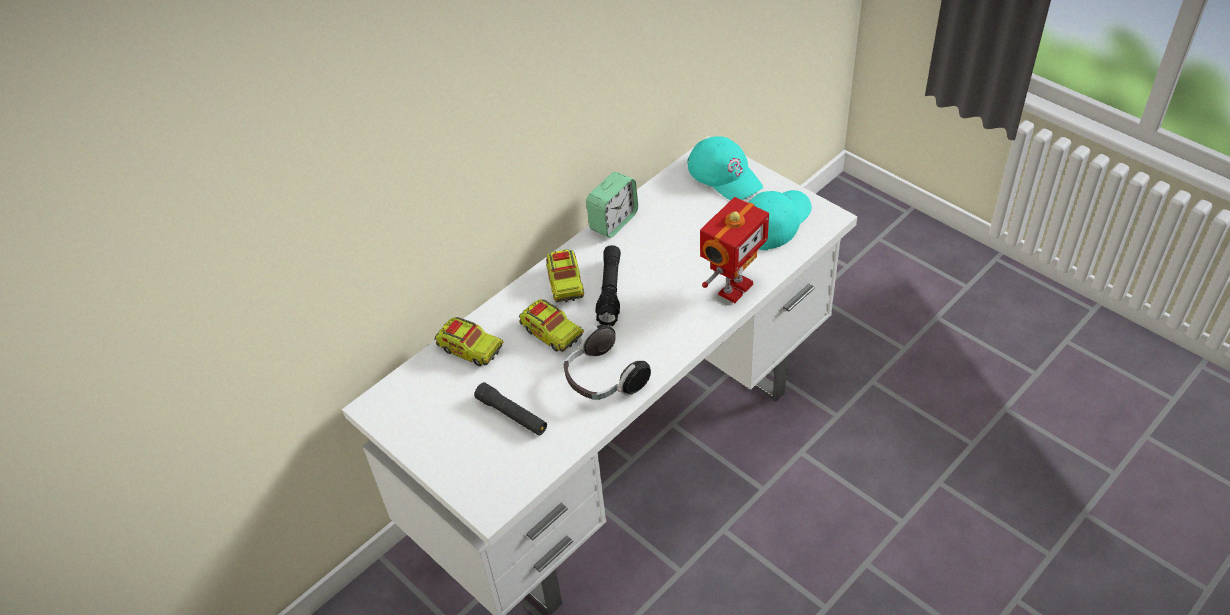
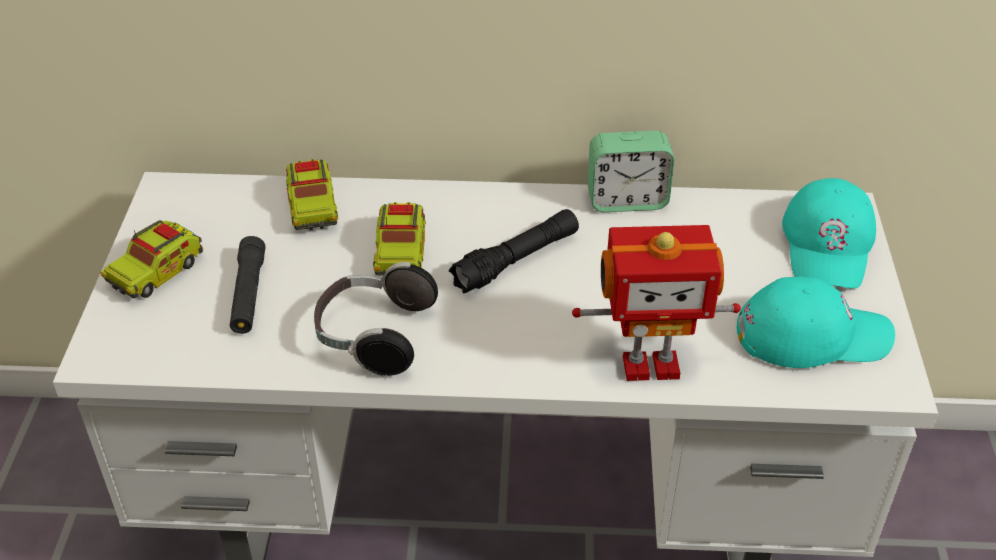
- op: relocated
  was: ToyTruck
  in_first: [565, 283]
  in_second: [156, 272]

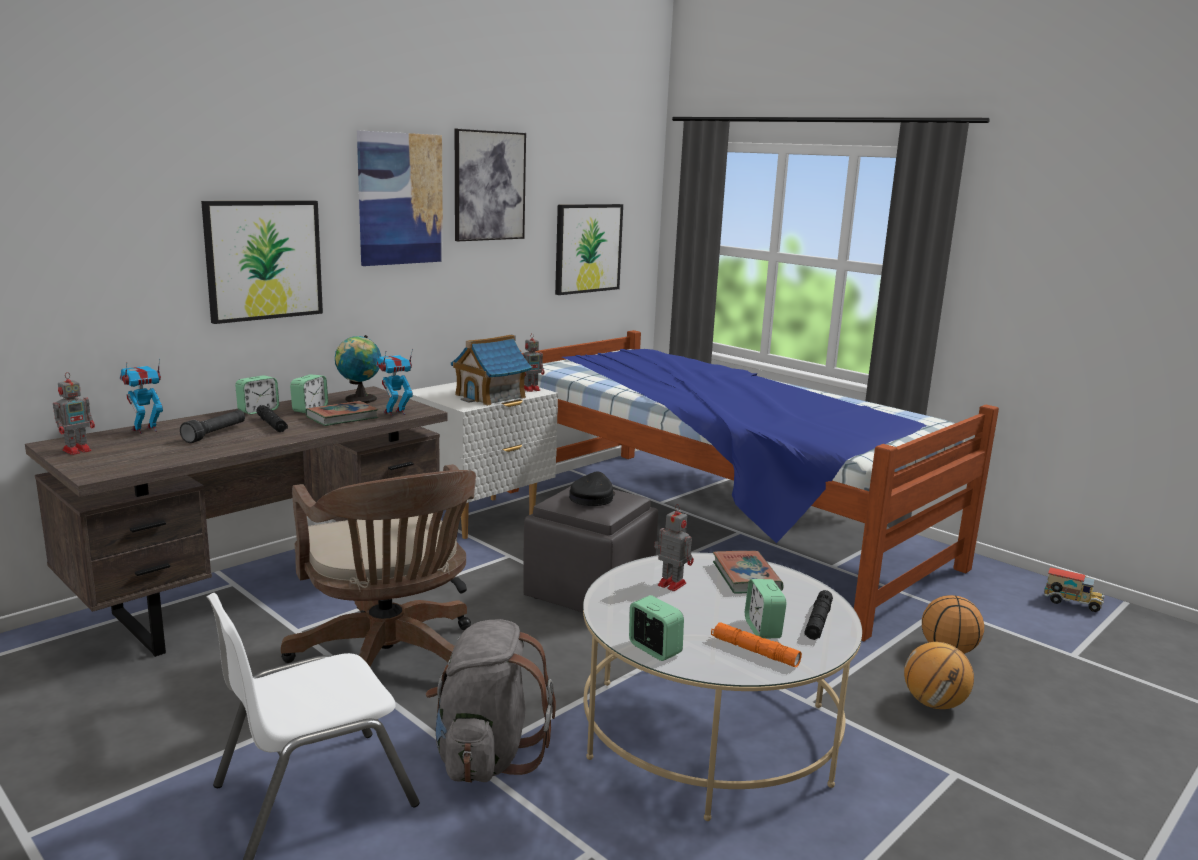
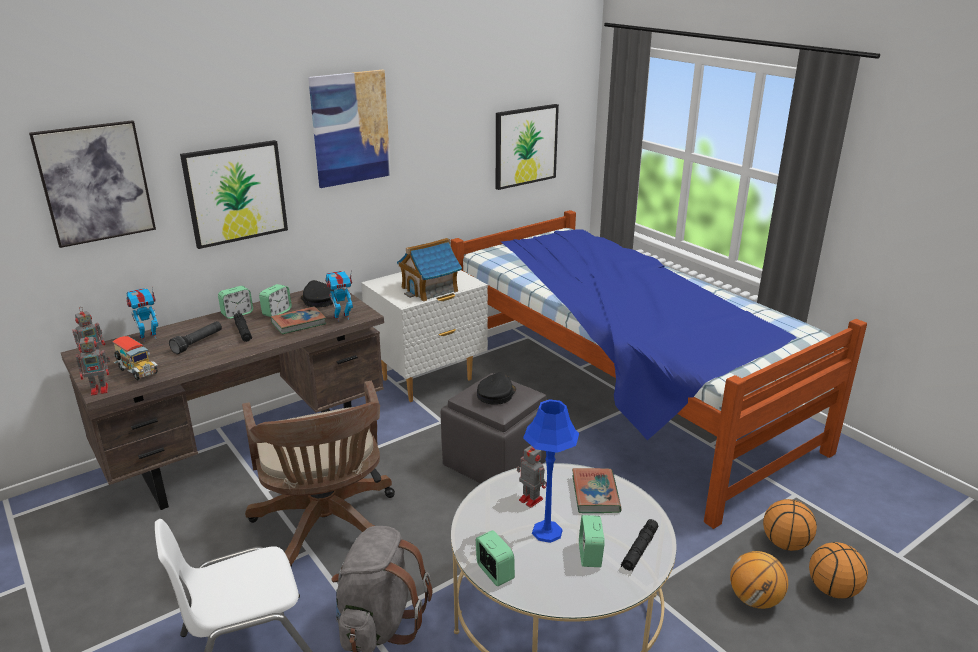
- op: exchanged
  was: Globe
  now: BlackCap
  in_first: [359, 399]
  in_second: [318, 300]
- op: relocated
  was: Picture
  in_first: [489, 186]
  in_second: [95, 183]
- op: relocated
  was: ToyRobot
  in_first: [531, 389]
  in_second: [100, 389]
- op: missing
  was: OrangeFlashlight
  in_first: [754, 651]
- op: relocated
  was: ToyTruck
  in_first: [1072, 604]
  in_second: [137, 371]
- op: appeared
  now: BlueTableLamp
  in_second: [547, 532]
- op: appeared
  now: Basketball
  in_second: [833, 590]

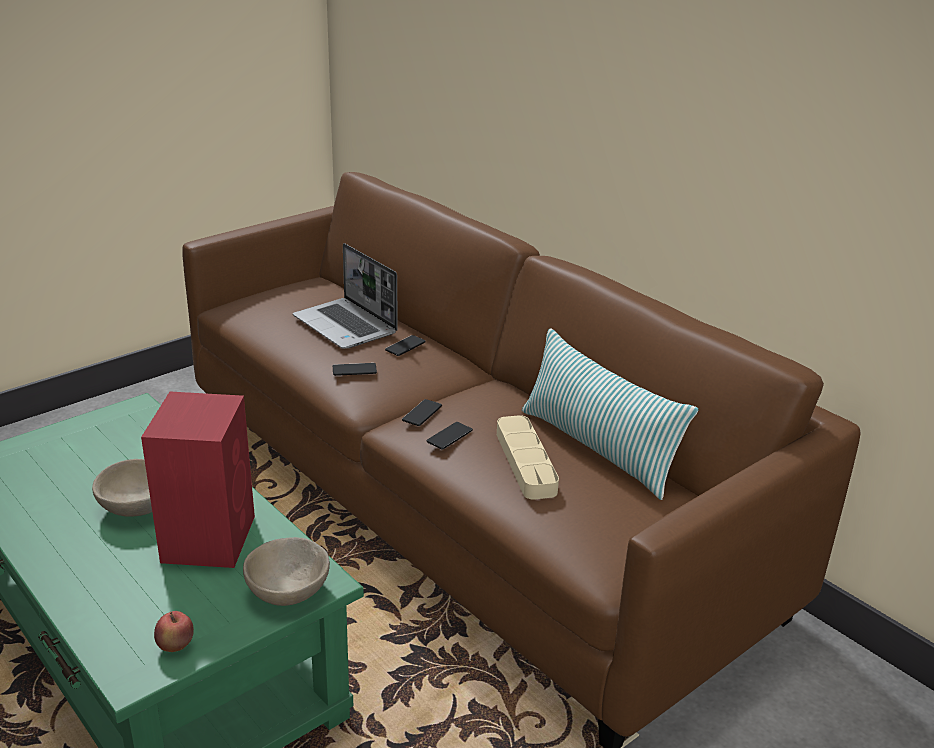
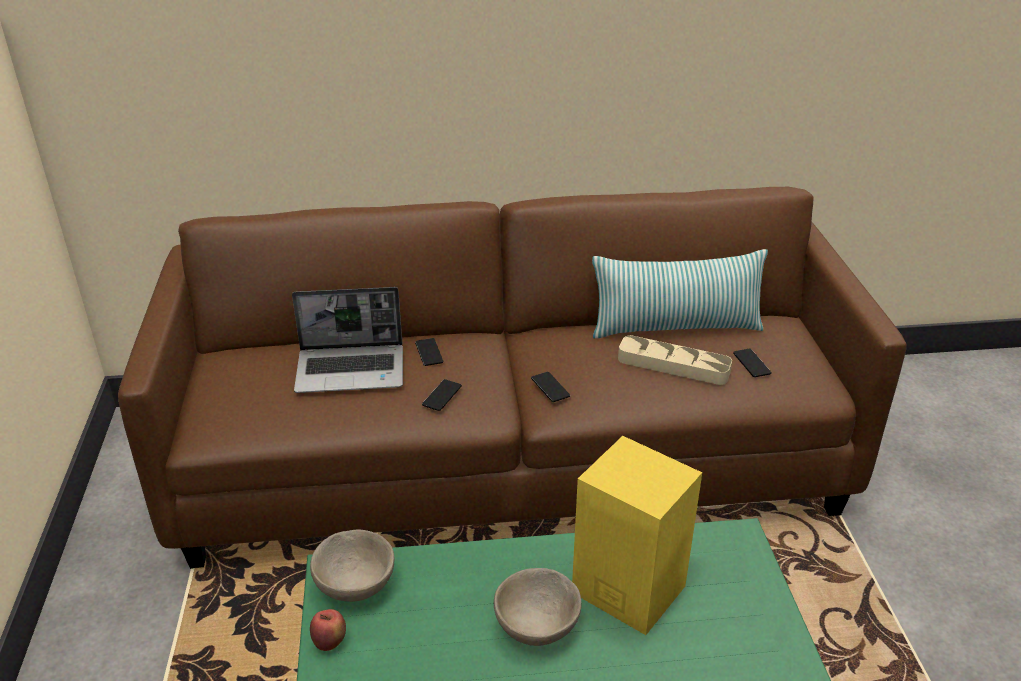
- op: colour
  was: RedSpeaker
  now: YellowSpeaker
  in_first: [209, 537]
  in_second: [626, 588]
- op: relocated
  was: Apple
  in_first: [176, 646]
  in_second: [330, 642]
- op: relocated
  was: BeigeBowl
  in_first: [288, 592]
  in_second: [356, 584]
- op: relocated
  was: Phone
  in_first: [449, 436]
  in_second: [751, 363]

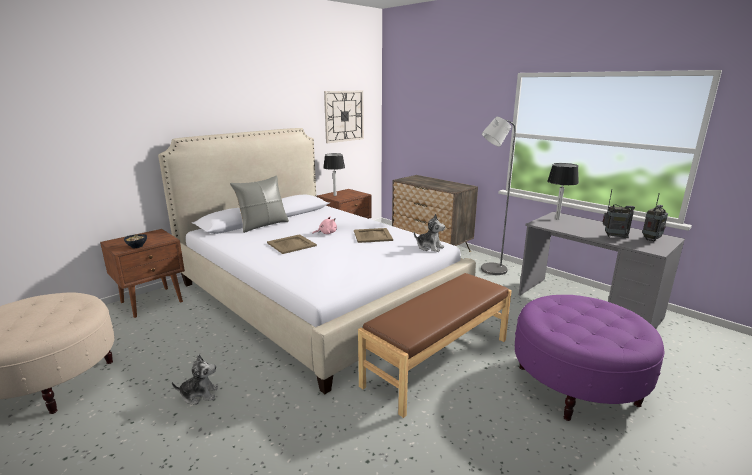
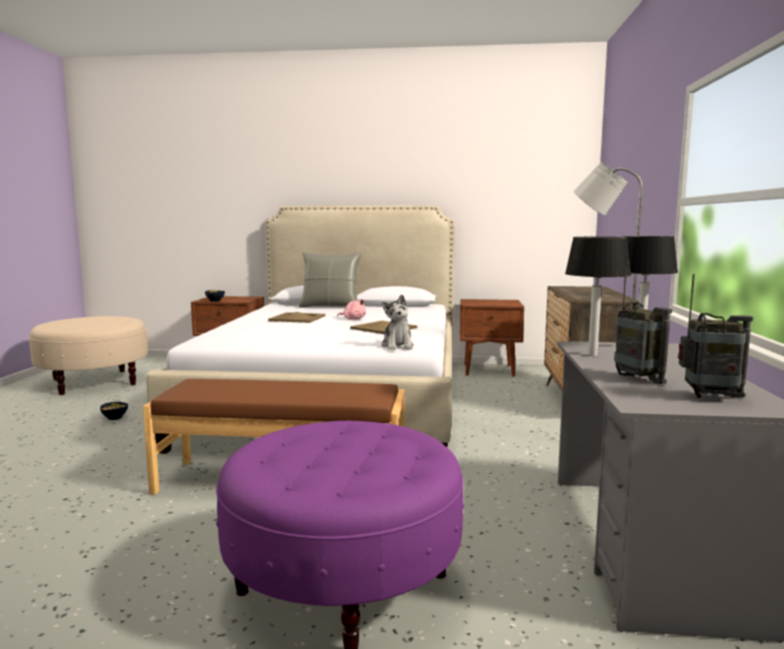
- op: exchanged
  was: PlushToy
  now: Bowl
  in_first: [199, 395]
  in_second: [115, 417]
- op: relocated
  was: TableLamp
  in_first: [335, 195]
  in_second: [593, 355]
- op: missing
  was: WallClock
  in_first: [344, 116]

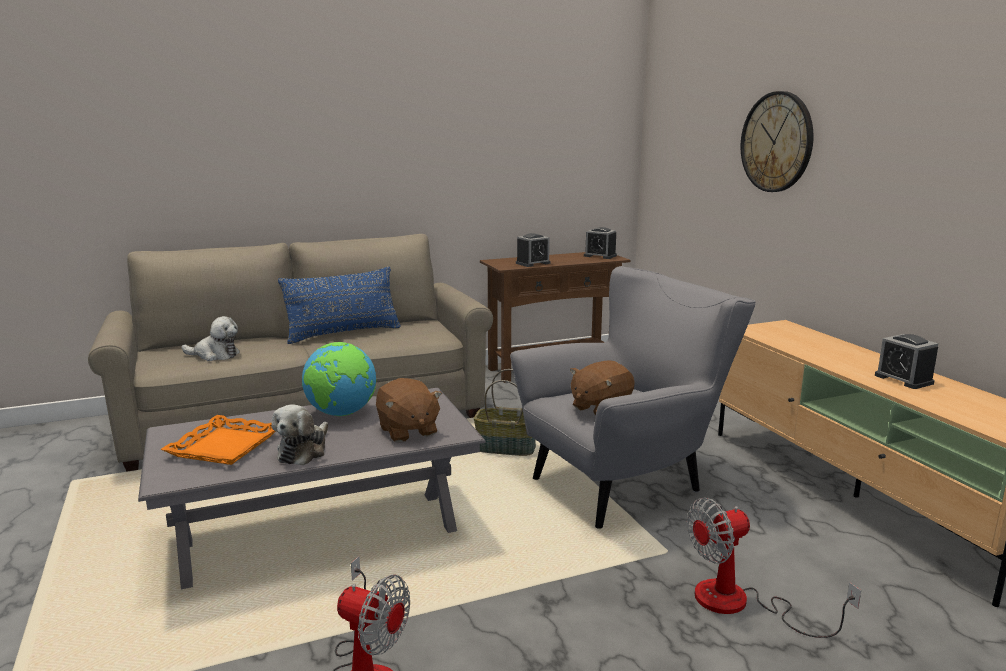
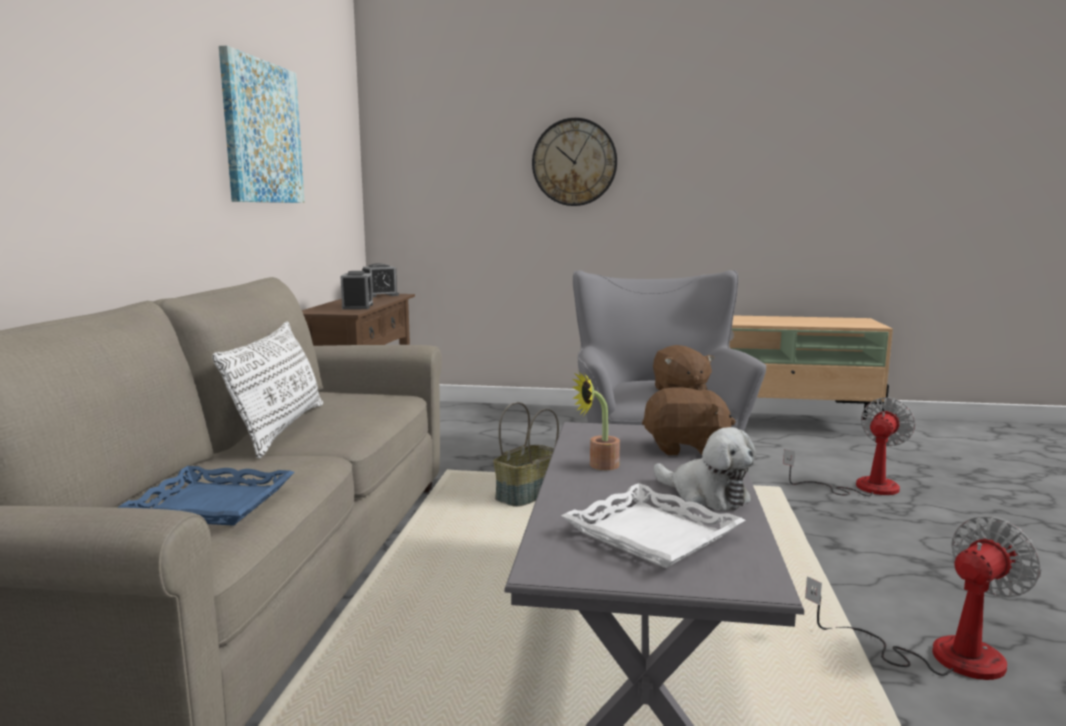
- op: colour
  was: OrangeTray
  now: WhiteTray
  in_first: [224, 446]
  in_second: [651, 535]
- op: exchanged
  was: PlushToy
  now: BlueTray
  in_first: [215, 355]
  in_second: [211, 505]
- op: colour
  was: BluePillow
  now: WhitePillow
  in_first: [343, 333]
  in_second: [280, 428]
- op: exchanged
  was: Globe
  now: PottedPlant
  in_first: [341, 413]
  in_second: [598, 466]
- op: spun
  was: Fan
  in_first: [740, 604]
  in_second: [861, 487]
  clockwise: -150
- op: missing
  was: AlarmClock
  in_first: [903, 379]
- op: appeared
  now: Picture
  in_second: [262, 132]

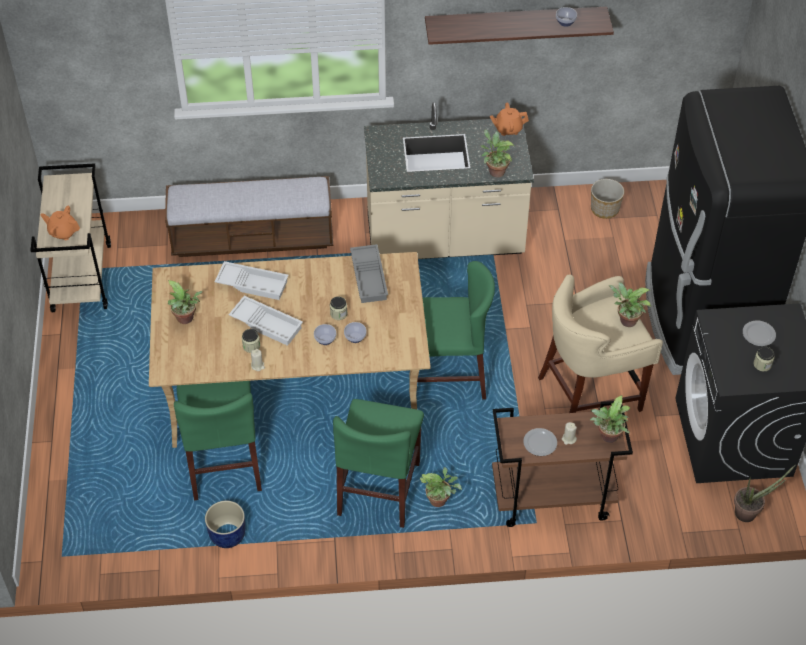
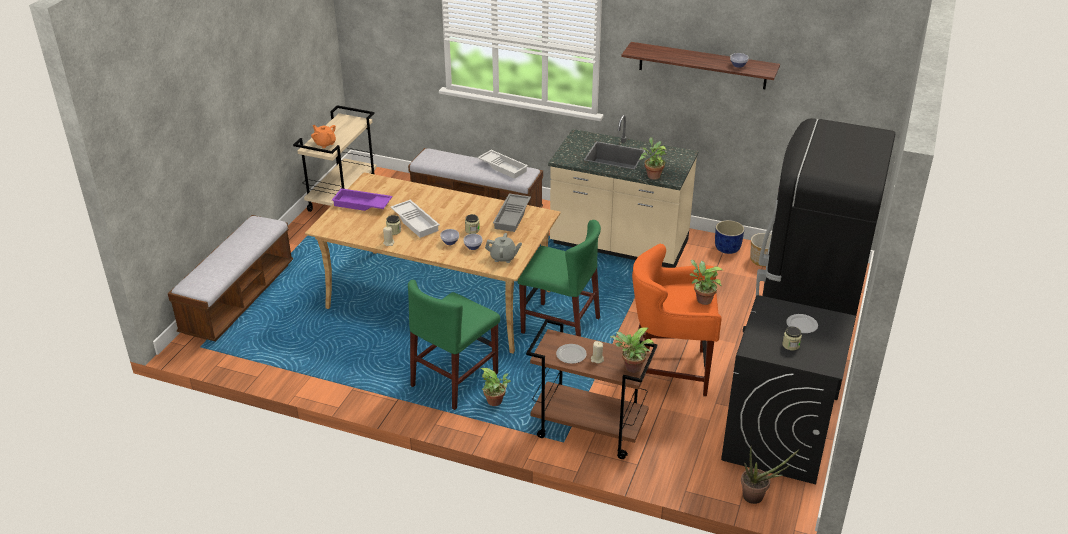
- op: exchanged
  was: PottedPlant
  now: PurpleTray
  in_first: [186, 319]
  in_second: [361, 204]
- op: missing
  was: GreenChair
  in_first: [224, 463]
- op: relocated
  was: BluePlanter
  in_first: [228, 535]
  in_second: [727, 248]
- op: relocated
  was: WhiteTray
  in_first: [253, 283]
  in_second: [503, 167]
- op: missing
  was: OrangeTeapot
  in_first: [508, 129]
- op: colour
  was: BeigeStool
  now: OrangeStool
  in_first: [590, 392]
  in_second: [670, 370]
- op: appeared
  now: Bench
  in_second: [239, 298]
- op: appeared
  now: GreyTeapot
  in_second: [503, 257]

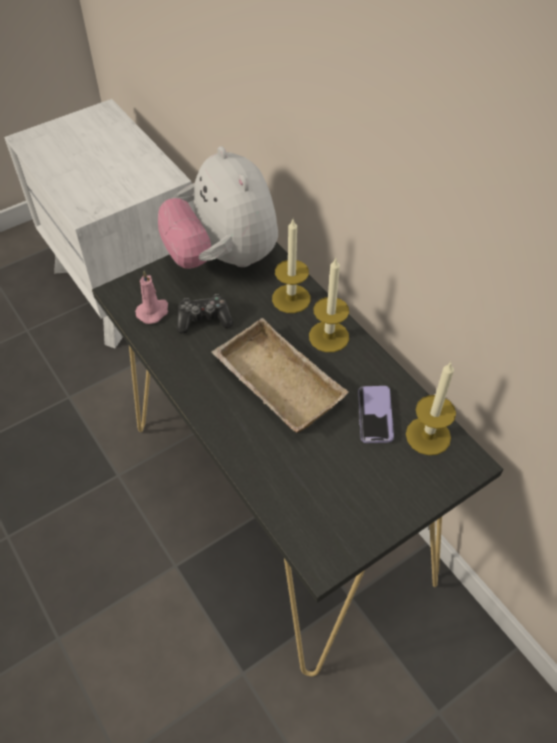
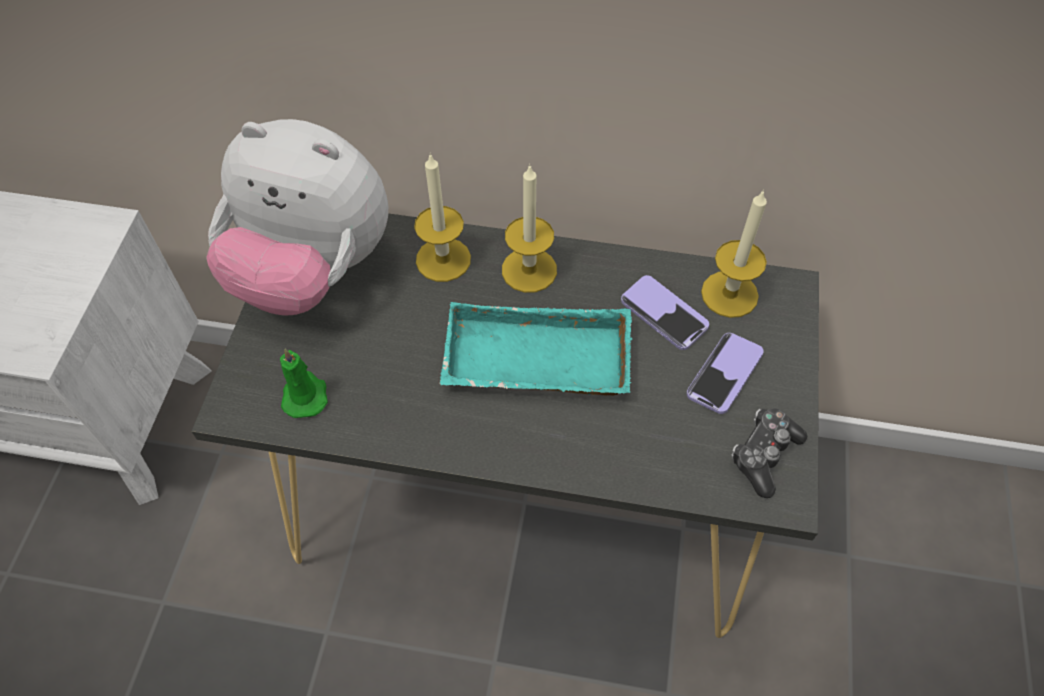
- op: colour
  was: PinkCandle
  now: GreenCandle
  in_first: [153, 311]
  in_second: [305, 395]
- op: relocated
  was: GameController
  in_first: [204, 319]
  in_second: [764, 455]
- op: colour
  was: BeigeTray
  now: TurquoiseTray
  in_first: [274, 383]
  in_second: [534, 363]
- op: appeared
  now: Phone
  in_second: [724, 374]

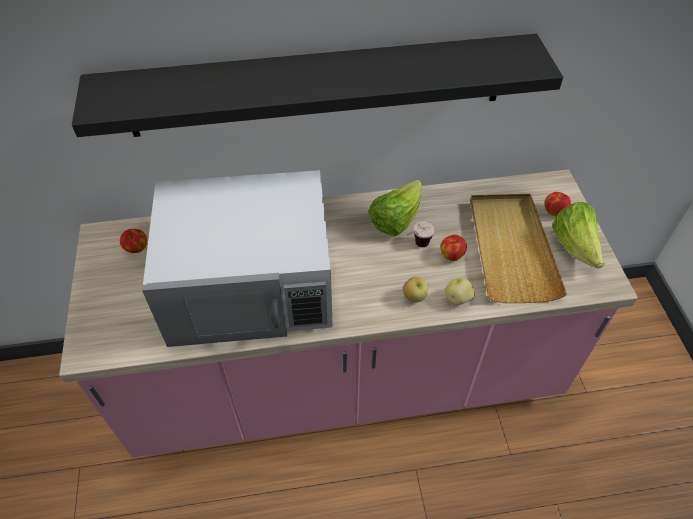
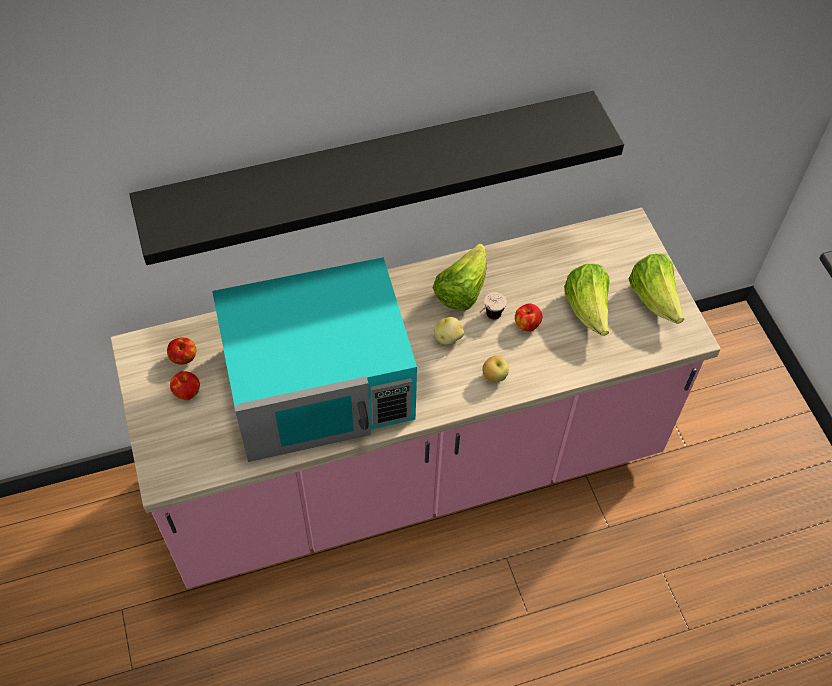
- op: colour
  was: WhiteMicrowave
  now: TurquoiseMicrowave
  in_first: [251, 285]
  in_second: [320, 384]
- op: relocated
  was: Potato
  in_first: [458, 298]
  in_second: [448, 337]
- op: exchanged
  was: BeigeTray
  now: Lettuce
  in_first: [510, 248]
  in_second: [587, 310]
- op: relocated
  was: Apple
  in_first: [554, 211]
  in_second: [187, 392]

